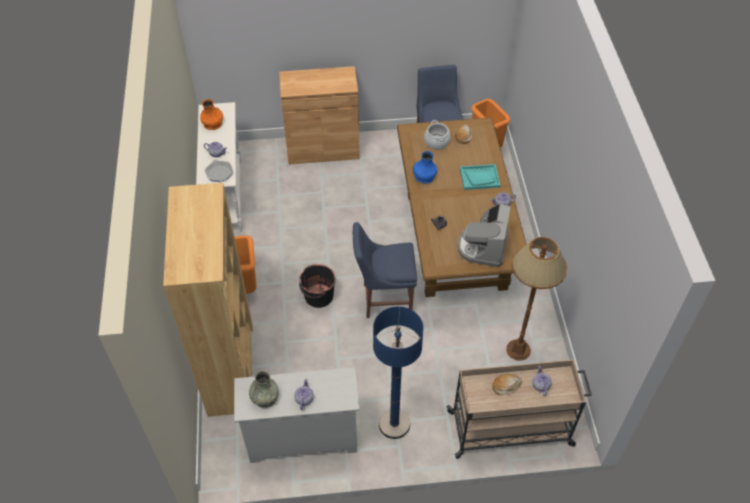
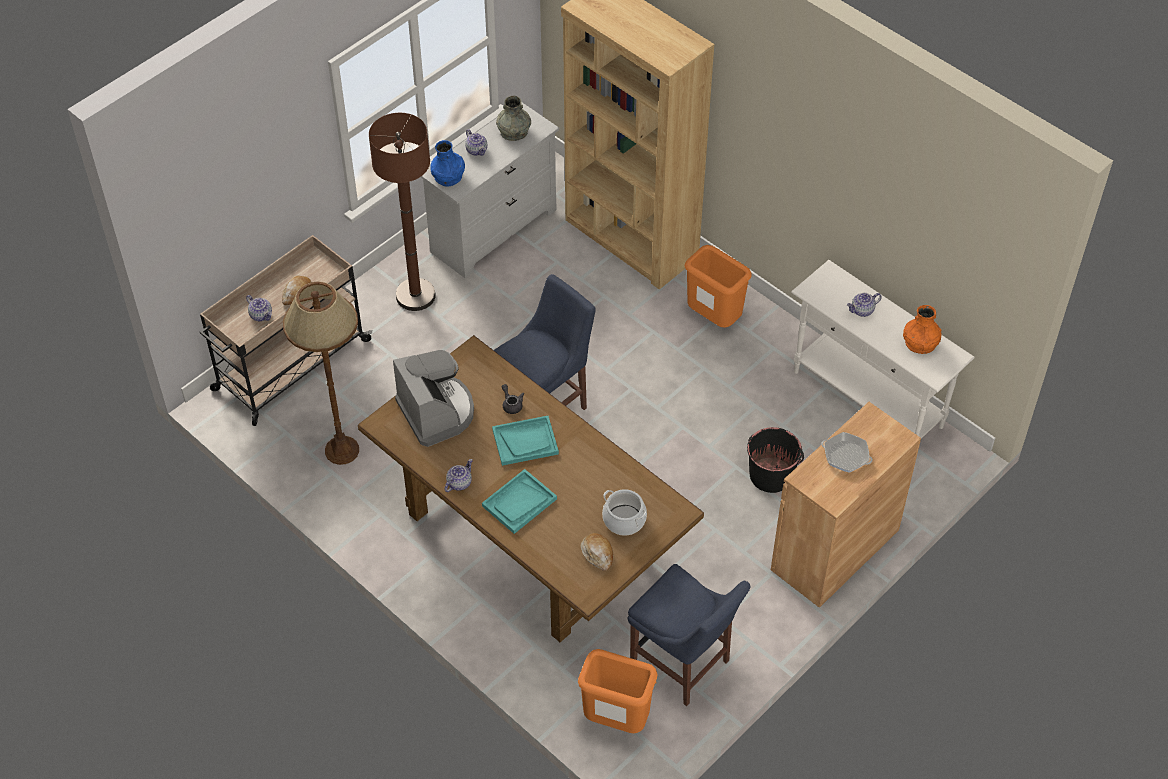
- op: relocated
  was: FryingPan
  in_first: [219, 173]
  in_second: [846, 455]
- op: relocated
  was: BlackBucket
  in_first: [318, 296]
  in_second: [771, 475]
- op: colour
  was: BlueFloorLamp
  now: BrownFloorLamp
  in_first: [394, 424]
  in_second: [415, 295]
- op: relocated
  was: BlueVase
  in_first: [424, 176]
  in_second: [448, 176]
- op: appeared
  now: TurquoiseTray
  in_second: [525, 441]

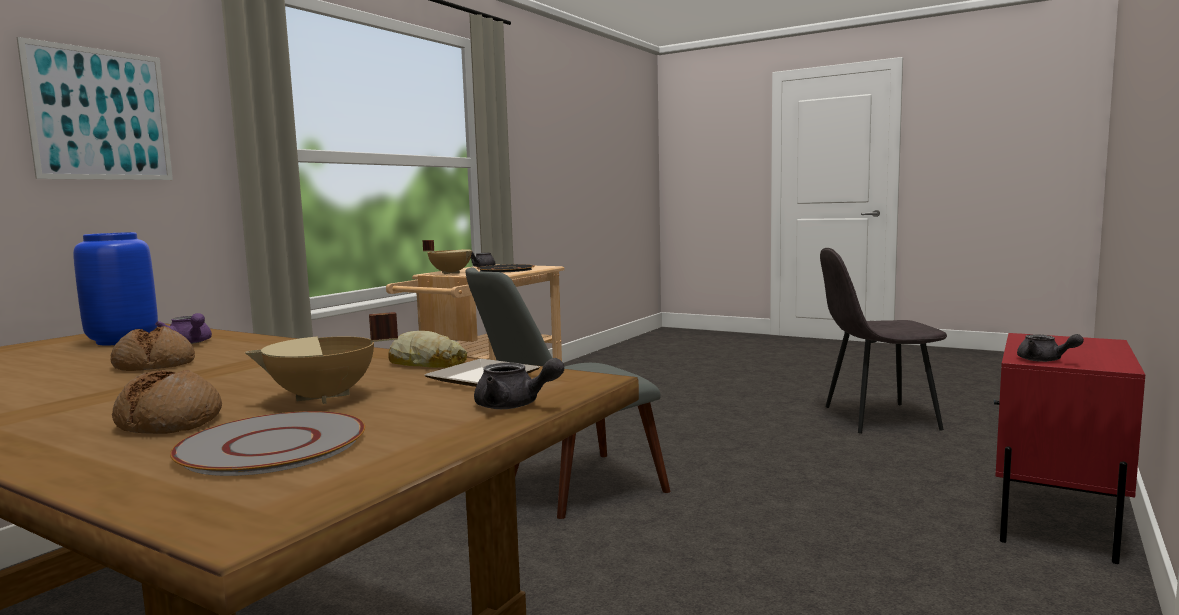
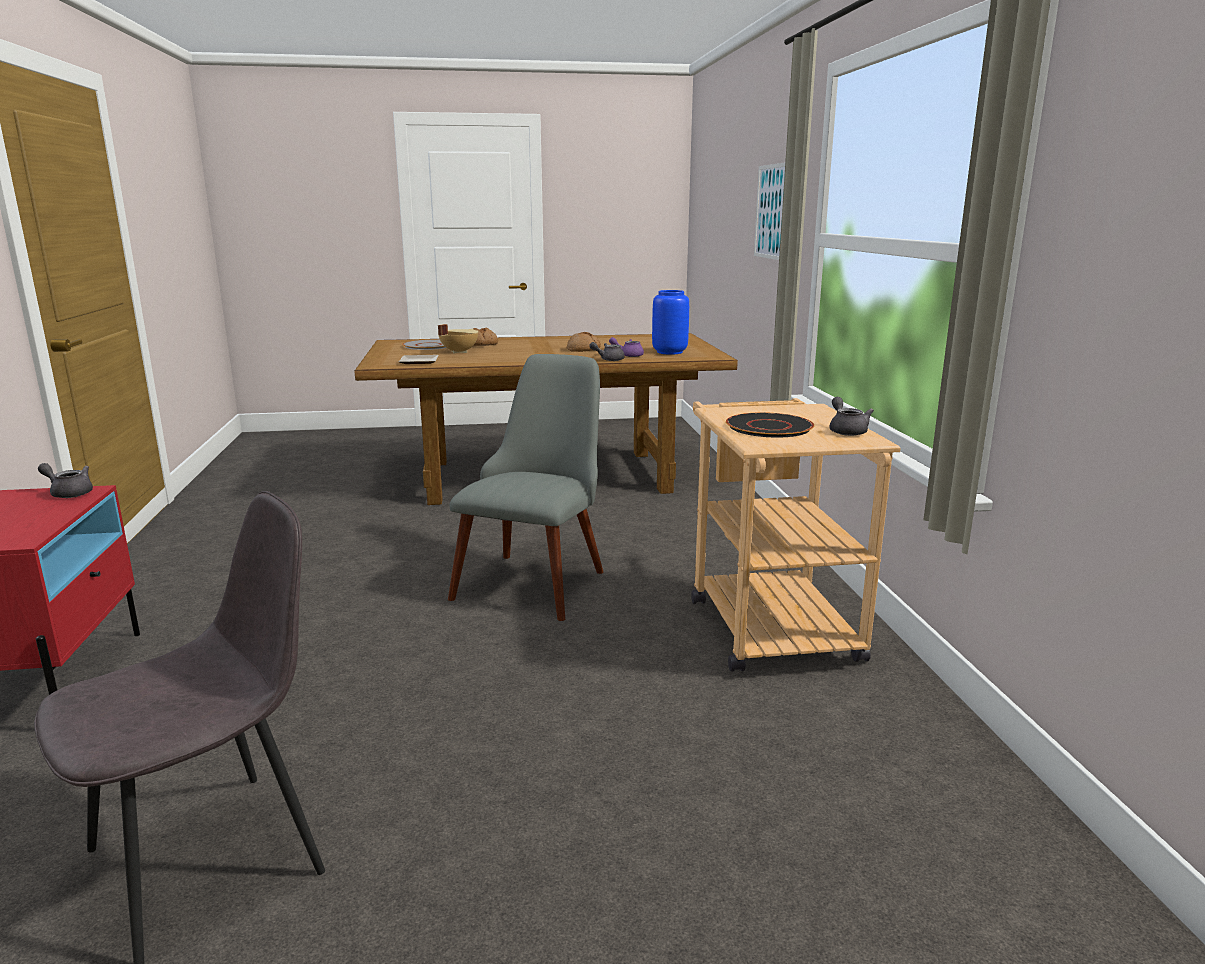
- op: missing
  was: Bread
  in_first: [427, 362]
- op: missing
  was: BeigeCookingPot
  in_first: [451, 273]
- op: relocated
  was: GreyTeapot
  in_first: [514, 405]
  in_second: [608, 360]

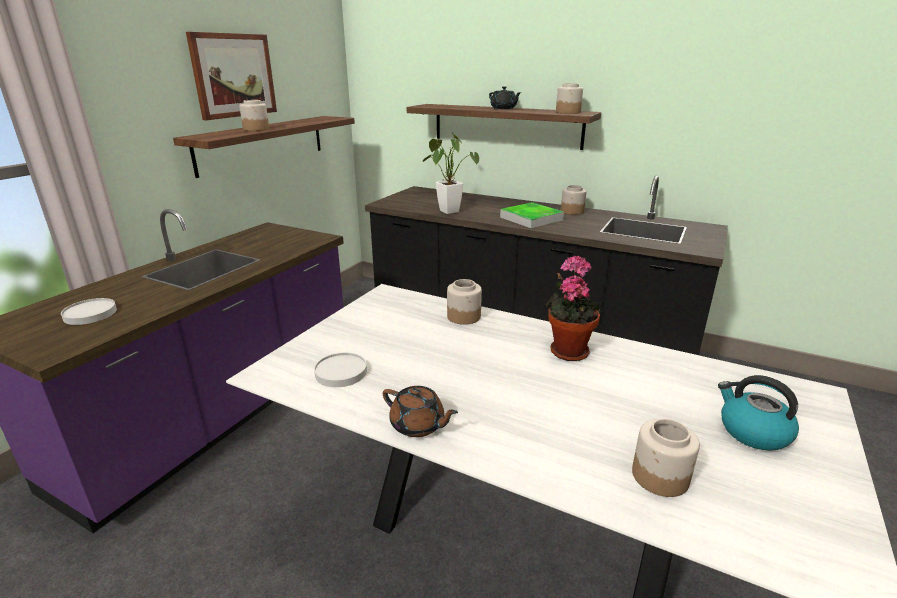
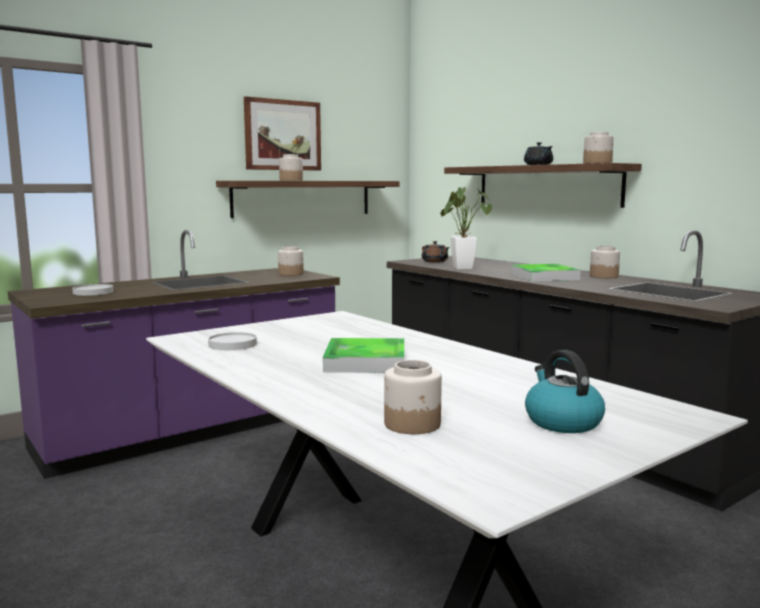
- op: relocated
  was: BrownTeapot
  in_first: [418, 425]
  in_second: [435, 261]
- op: relocated
  was: Jar
  in_first: [464, 316]
  in_second: [291, 274]
- op: missing
  was: PottedPlant
  in_first: [567, 350]
- op: appeared
  now: Tray
  in_second: [365, 361]

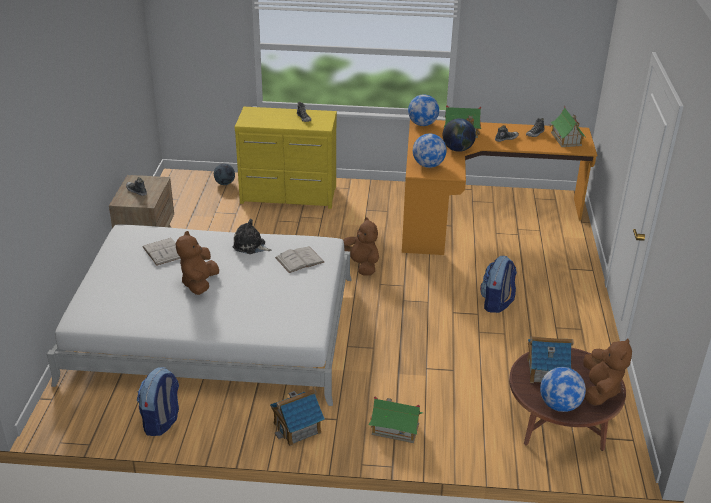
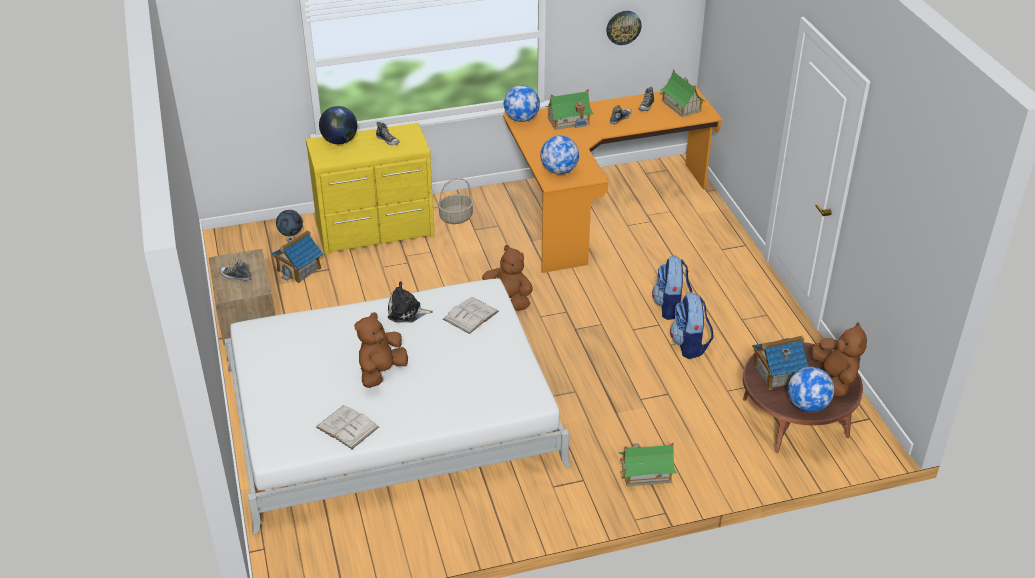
- op: relocated
  was: Backpack
  in_first: [162, 422]
  in_second: [689, 345]
- op: relocated
  was: WhiteBook
  in_first: [163, 251]
  in_second: [347, 427]
- op: spun
  was: BrownPlushToy
  in_first: [199, 284]
  in_second: [381, 372]
  clockwise: 45
- op: relocated
  was: ToyHouse
  in_first: [297, 428]
  in_second: [299, 269]
- op: relocated
  was: Globe
  in_first: [458, 149]
  in_second: [340, 141]
- op: appeared
  now: Basket
  in_second: [456, 217]
- op: appeared
  now: WallClock
  in_second: [623, 27]

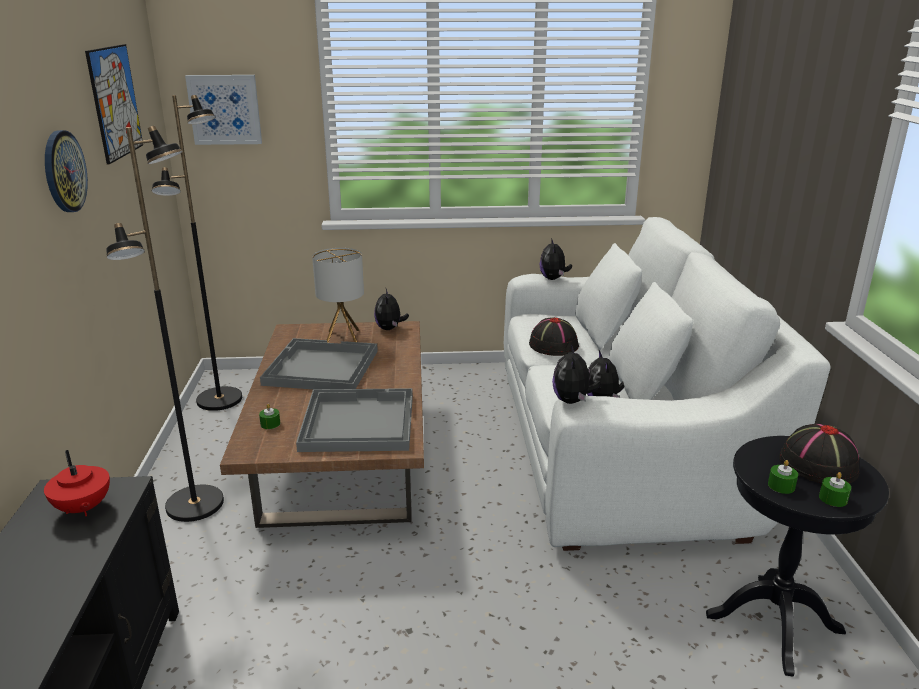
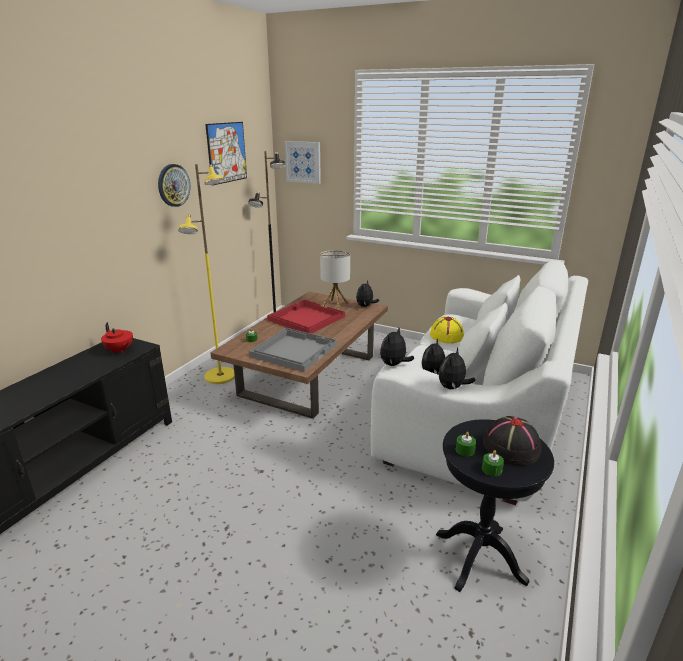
- op: spun
  was: RedTeapot
  in_first: [83, 509]
  in_second: [119, 350]
  clockwise: -45
- op: colour
  was: BlackFloorLamp
  now: YellowFloorLamp
  in_first: [196, 505]
  in_second: [220, 376]
- op: colour
  was: GreyTray
  now: RedTray
  in_first: [320, 368]
  in_second: [305, 318]
- op: colour
  was: BlackHat
  now: YellowHat
  in_first: [553, 345]
  in_second: [446, 335]
- op: relocated
  was: PlushToy
  in_first: [553, 279]
  in_second: [452, 388]

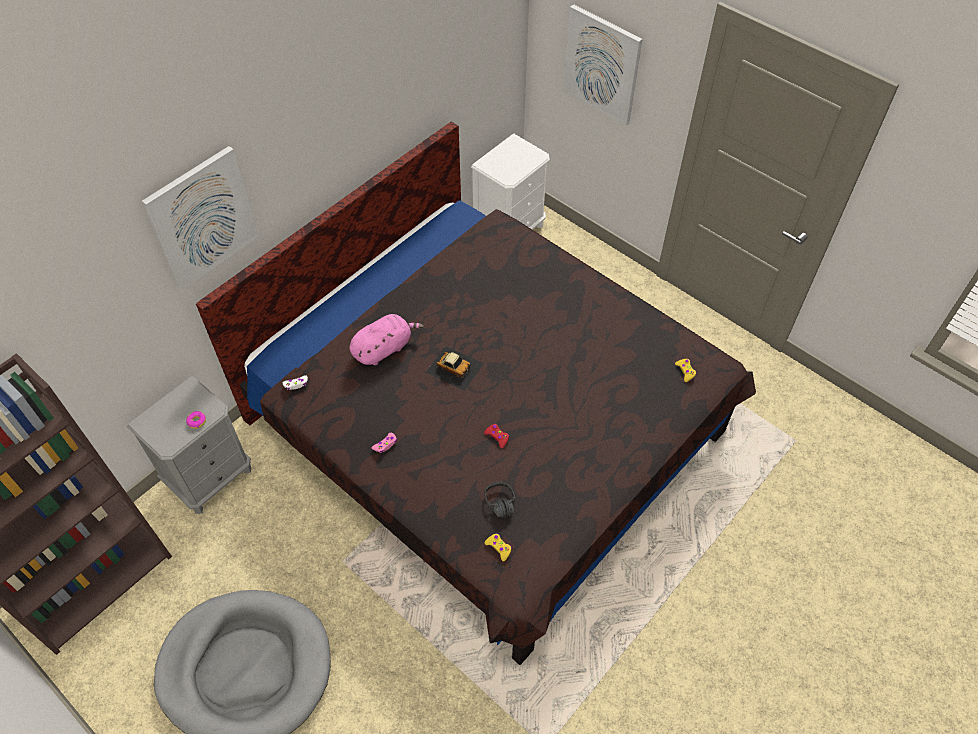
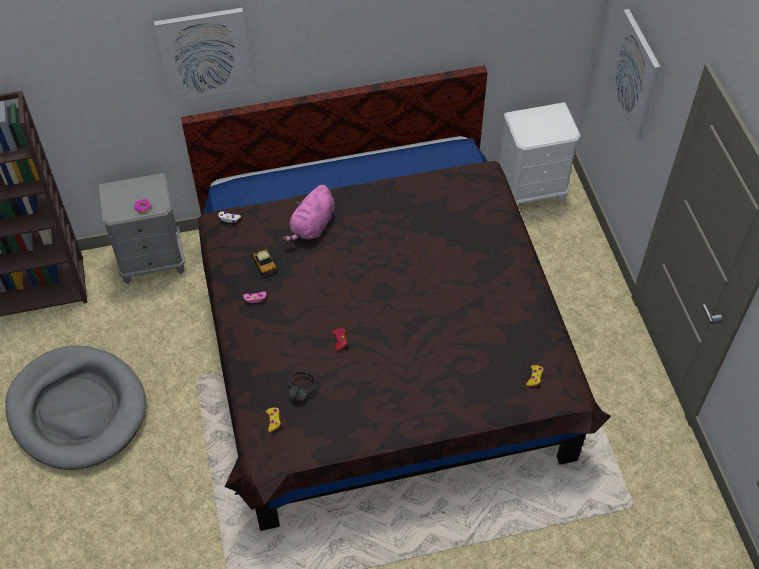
- op: spun
  was: PinkPlushToy
  in_first: [384, 348]
  in_second: [312, 226]
  clockwise: 120
- op: relocated
  was: ToyCar
  in_first: [454, 367]
  in_second: [265, 265]

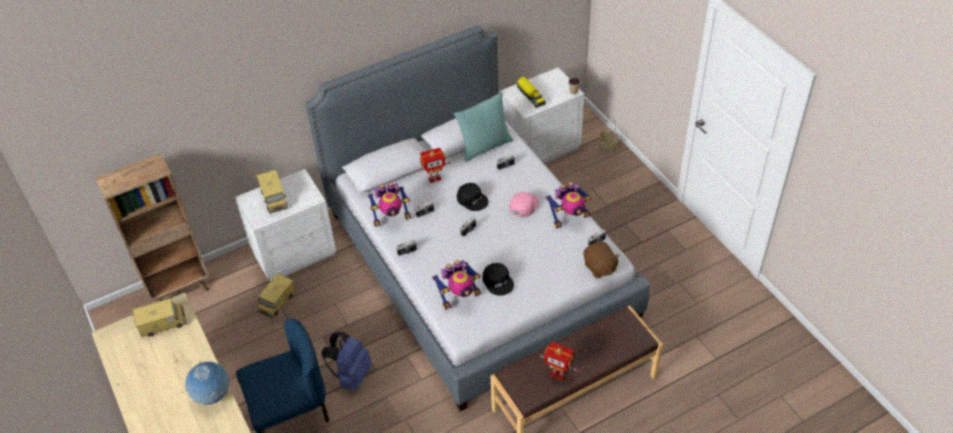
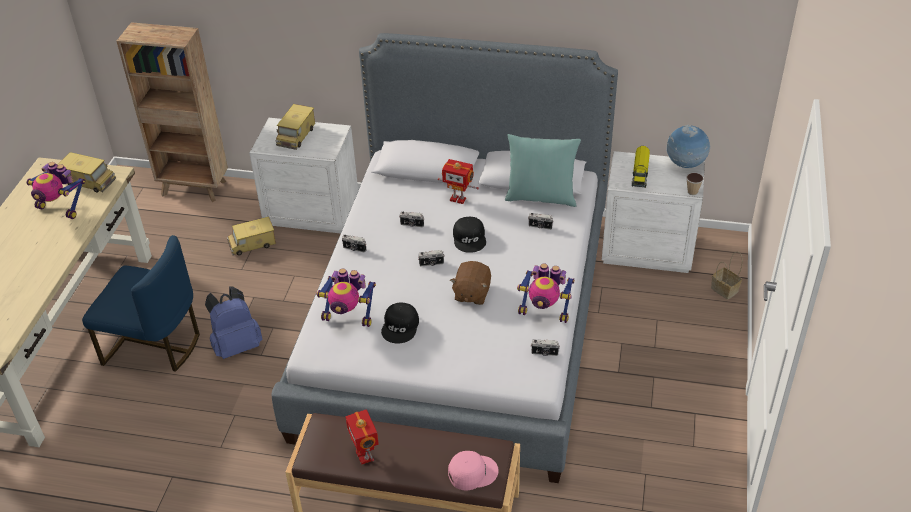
- op: relocated
  was: Globe
  in_first: [212, 396]
  in_second: [685, 165]
- op: relocated
  was: ToyRobot
  in_first: [391, 217]
  in_second: [61, 208]
- op: relocated
  was: PinkCap
  in_first: [523, 205]
  in_second: [472, 472]
- op: relocated
  was: BrownPlushToy
  in_first: [599, 267]
  in_second: [471, 293]

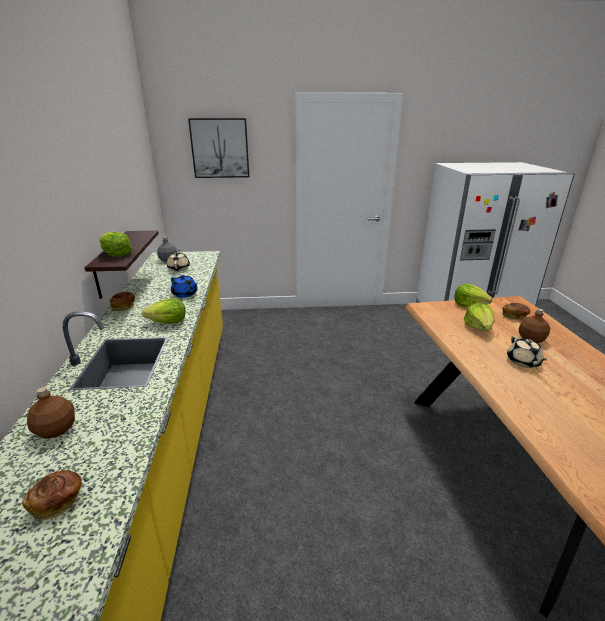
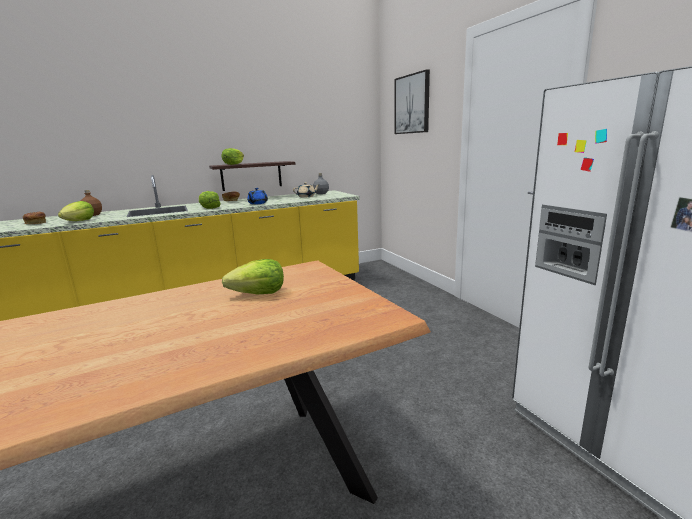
- op: relocated
  was: Lettuce
  in_first: [469, 305]
  in_second: [79, 221]
- op: missing
  was: Bread
  in_first: [514, 316]
- op: missing
  was: BeigeTeapot
  in_first: [523, 362]
- op: missing
  was: BrownBottle
  in_first: [531, 339]

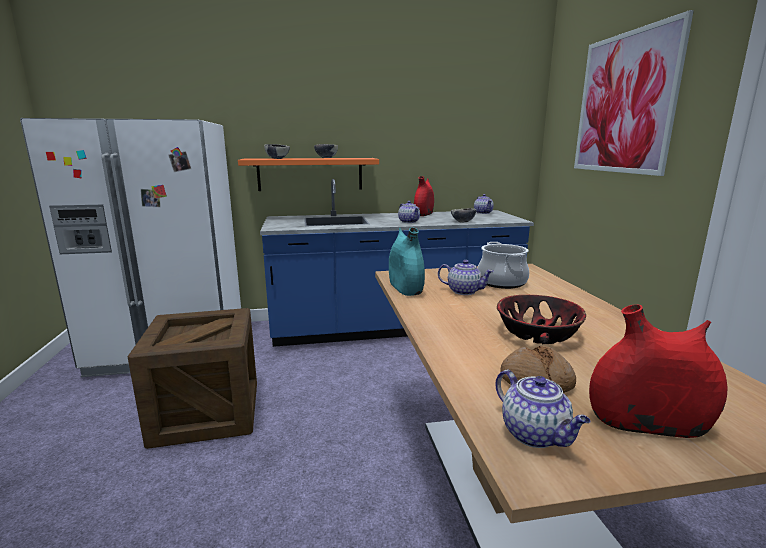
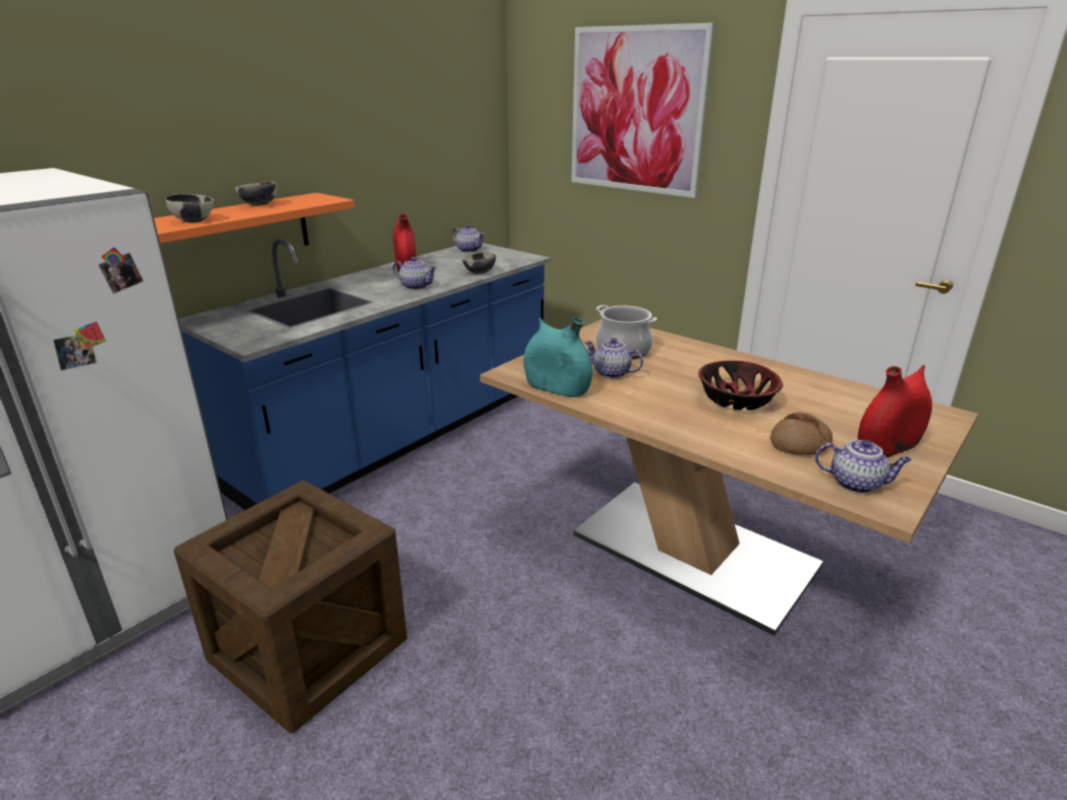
- op: spun
  was: Teapot
  in_first: [463, 291]
  in_second: [612, 373]
  clockwise: -135

